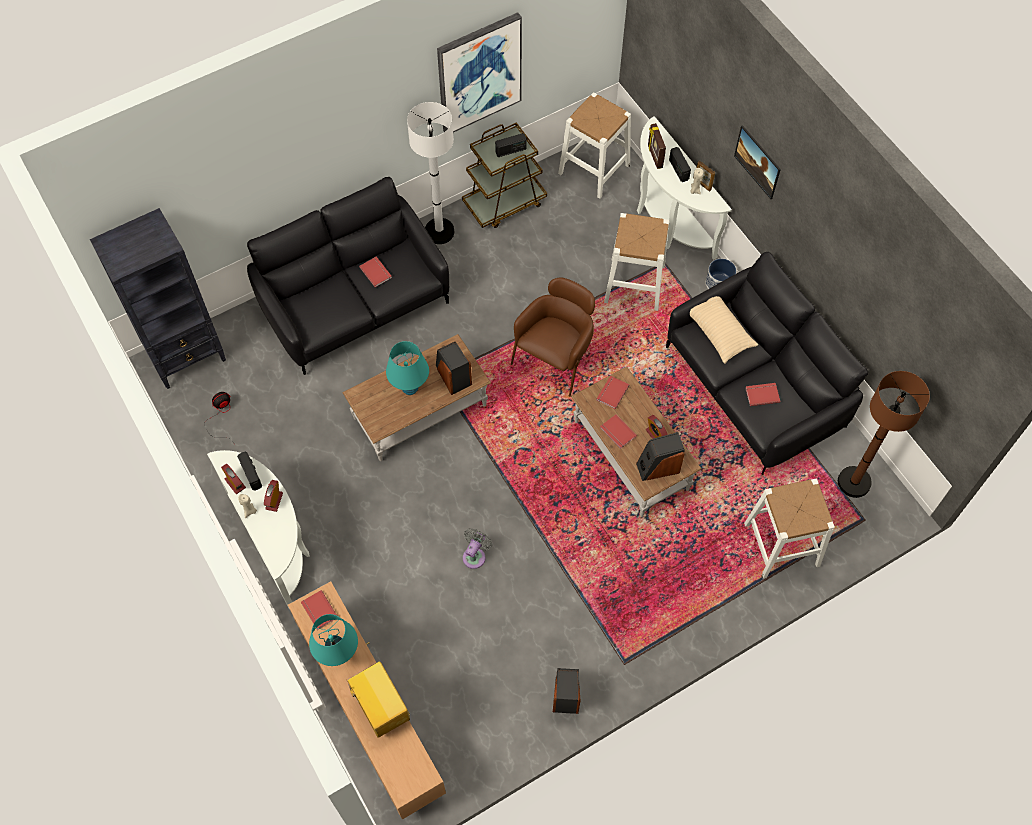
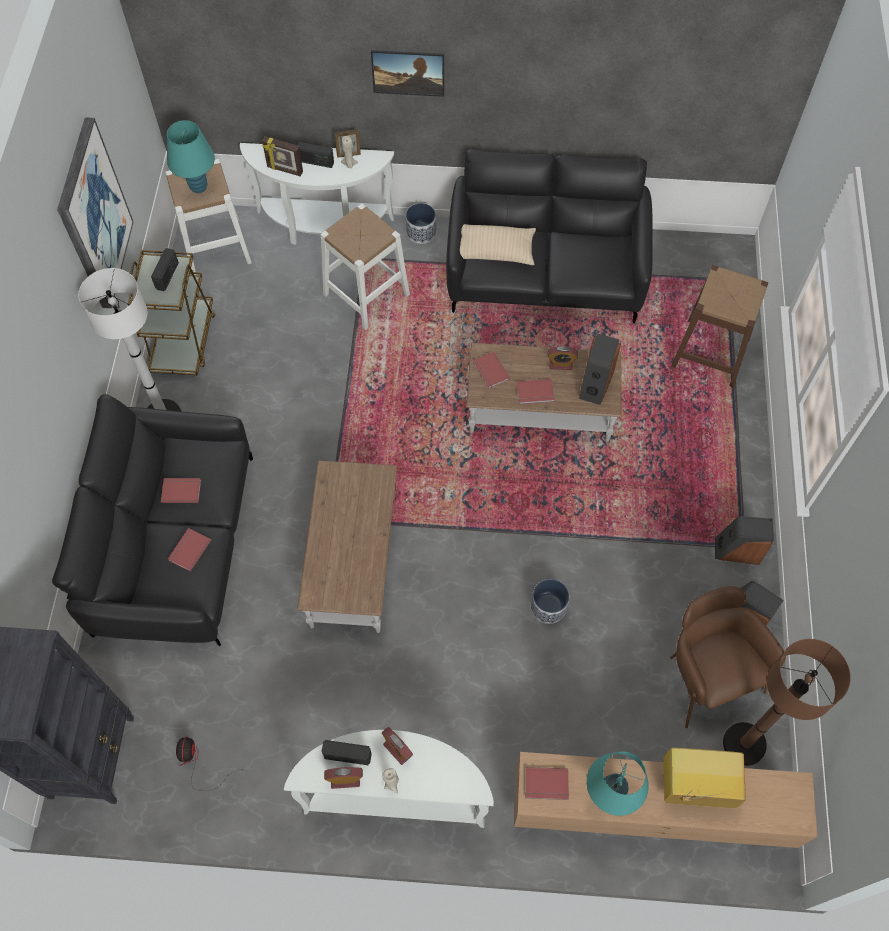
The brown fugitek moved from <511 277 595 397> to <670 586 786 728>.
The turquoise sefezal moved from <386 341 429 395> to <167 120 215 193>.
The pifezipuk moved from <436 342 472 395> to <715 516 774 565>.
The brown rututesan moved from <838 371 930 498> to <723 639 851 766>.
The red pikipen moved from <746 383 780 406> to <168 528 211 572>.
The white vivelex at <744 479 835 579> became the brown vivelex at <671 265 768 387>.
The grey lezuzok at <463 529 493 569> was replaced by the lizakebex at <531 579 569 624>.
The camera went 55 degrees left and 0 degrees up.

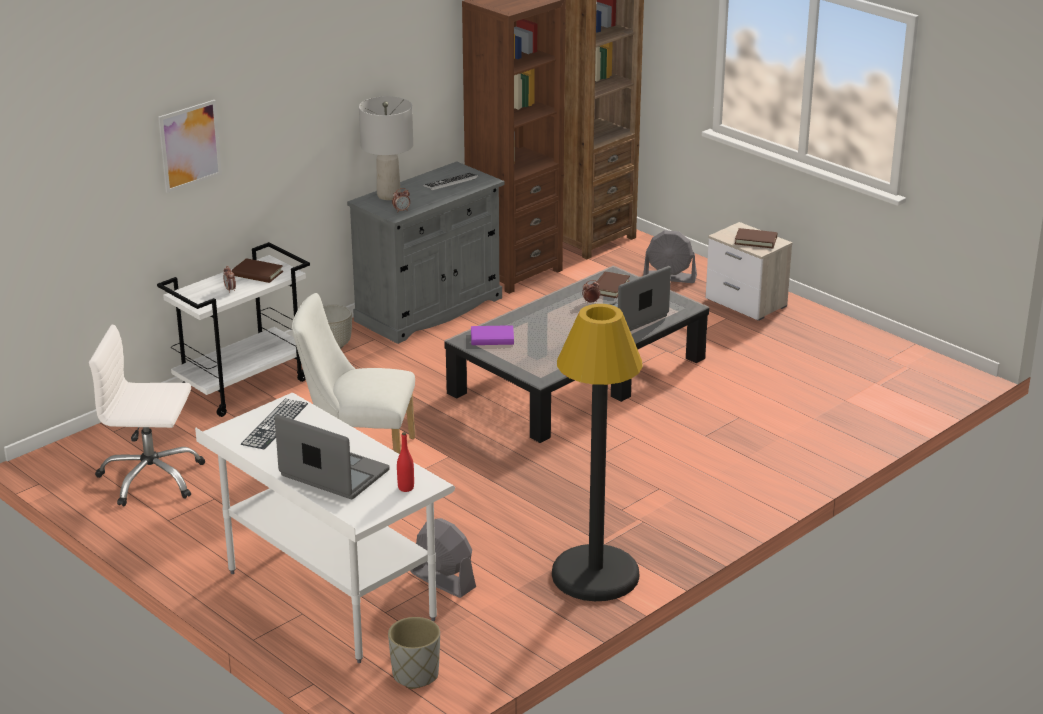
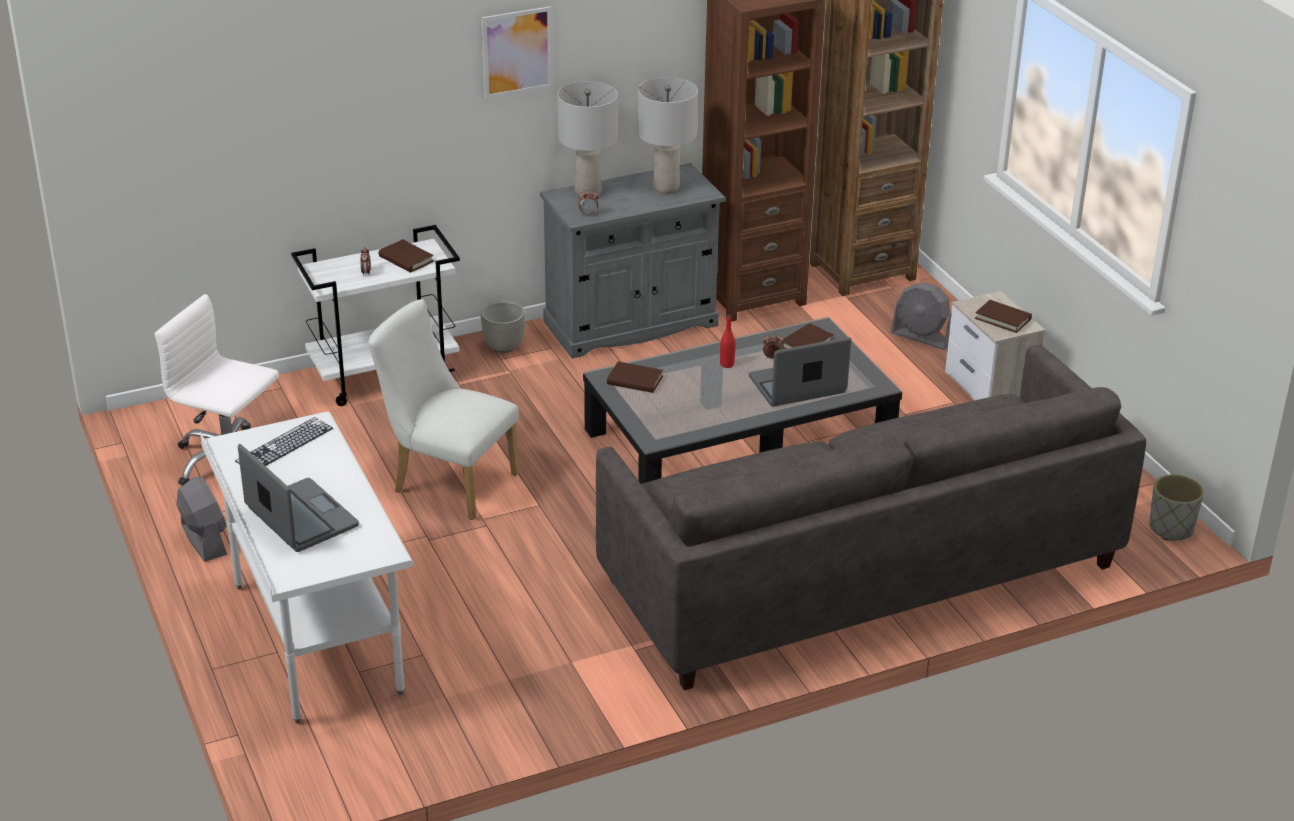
The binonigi moved from <158 100 222 193> to <482 7 552 98>.
The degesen at <423 173 478 190> was replaced by the grey sefezal at <637 77 698 194>.
The black rututesan at <552 304 643 601> disappeared.
The purple pikipen at <471 325 514 345> became the brown pikipen at <607 362 663 393>.
The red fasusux moved from <397 432 414 492> to <720 315 735 368>.
The grey lezuzok moved from <410 518 476 598> to <176 477 227 562>.
The grey lizakebex moved from <388 617 440 689> to <1149 474 1204 541>.
The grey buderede at <596 345 1146 690> appeared.
The camera went 20 degrees right and 5 degrees up.

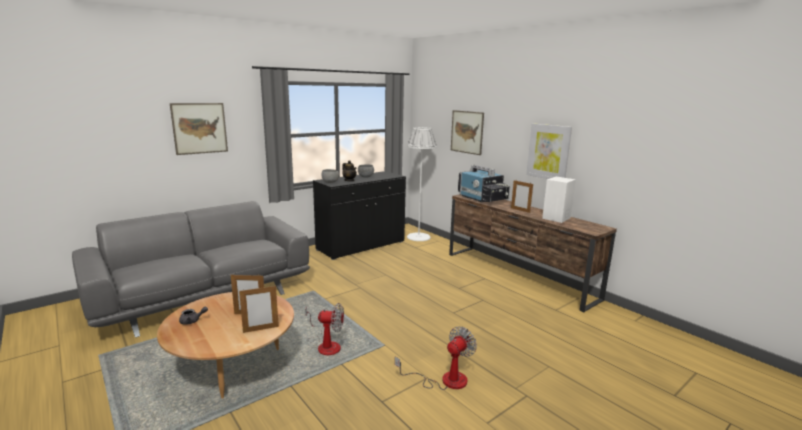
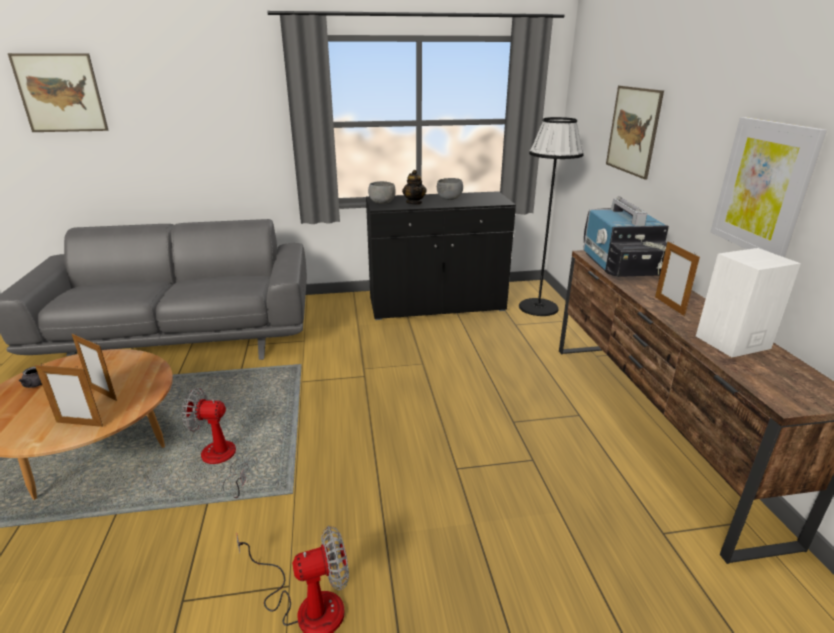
The binonigi moved from <170 103 228 155> to <8 53 109 132>.
The white rututesan at <407 127 437 241> became the black rututesan at <519 117 584 316>.
The lezuzok at <305 303 344 355> turned 150 degrees clockwise.
The camera went 30 degrees right and 10 degrees up.

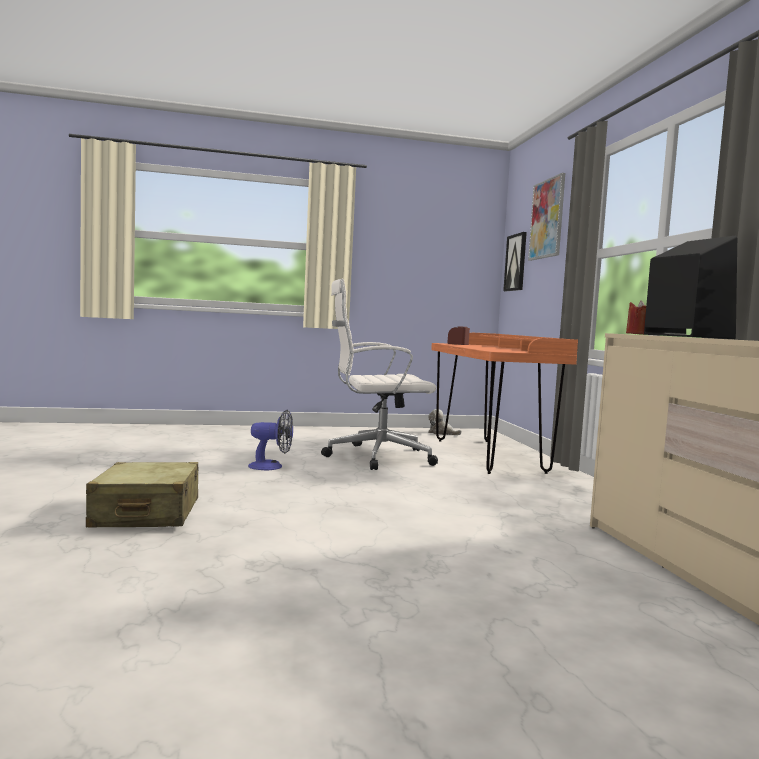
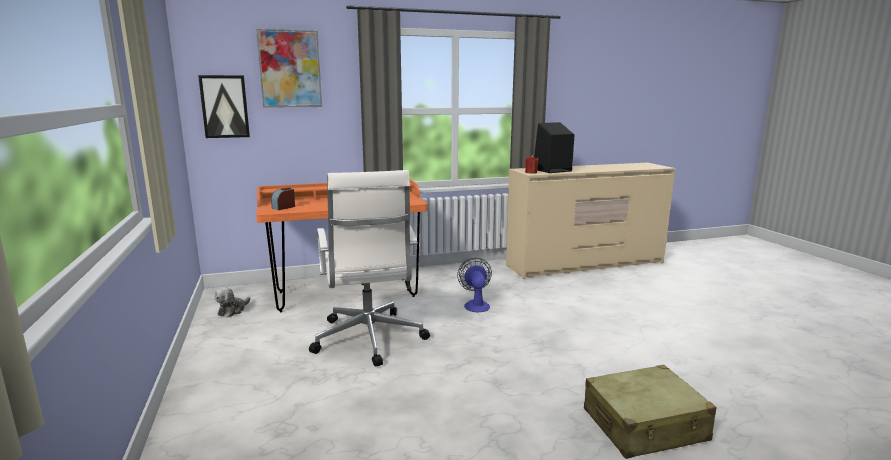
The lezuzok moved from <248 410 293 470> to <457 258 492 312>.
The camera went 95 degrees left and 10 degrees up.

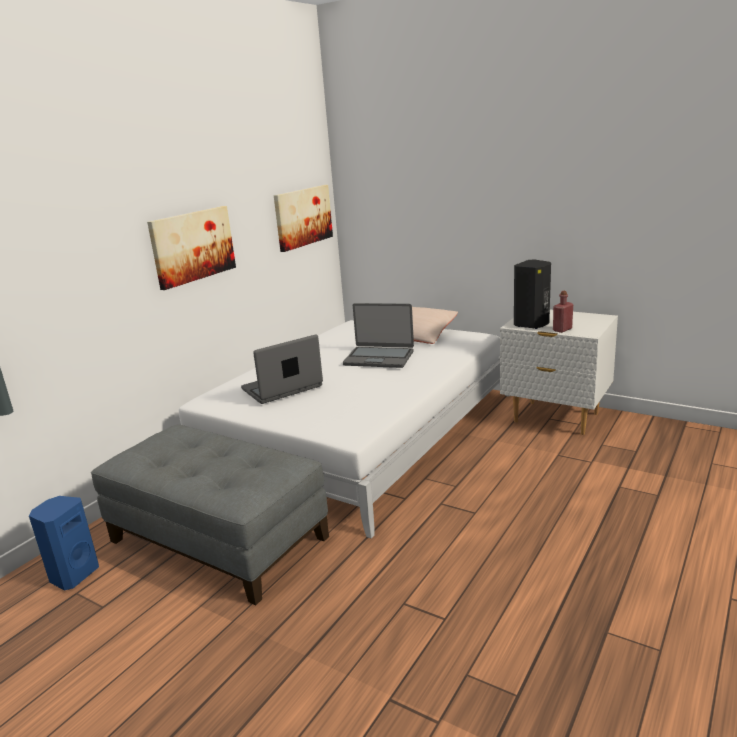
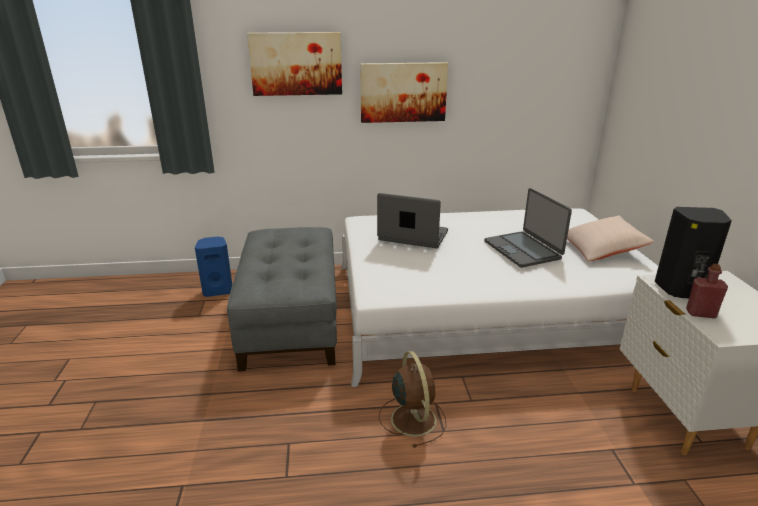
The binonigi moved from <274 185 333 252> to <247 32 342 96>.
The brown lezuzok at <379 351 447 448> appeared.
The camera went 50 degrees right and 5 degrees up.

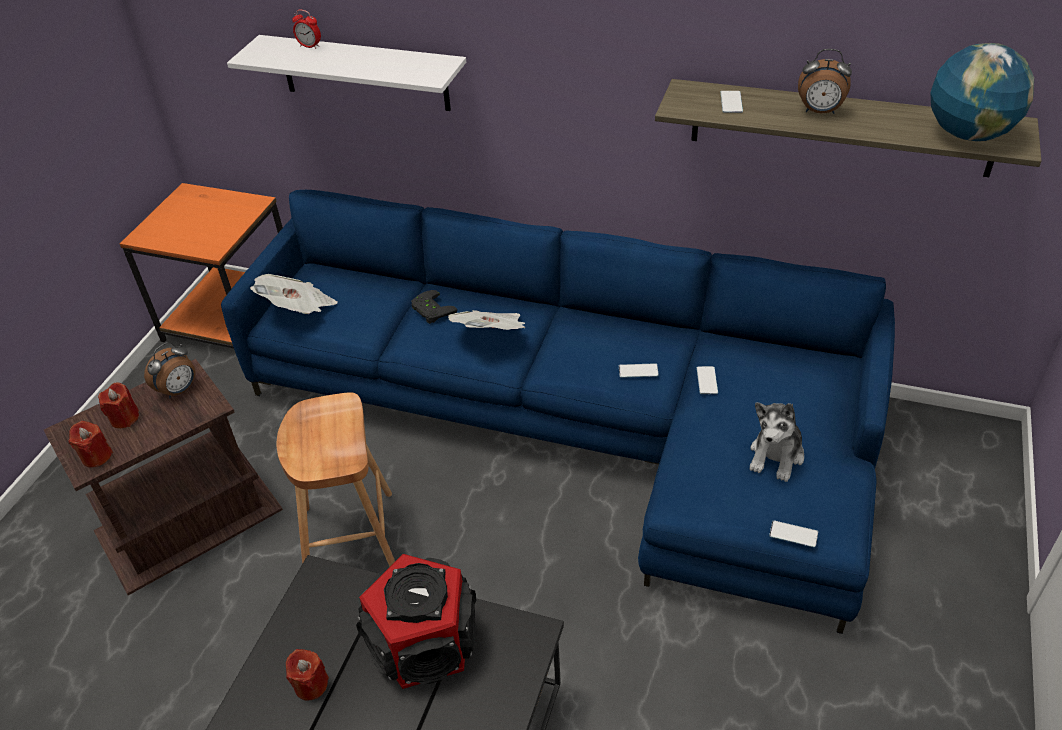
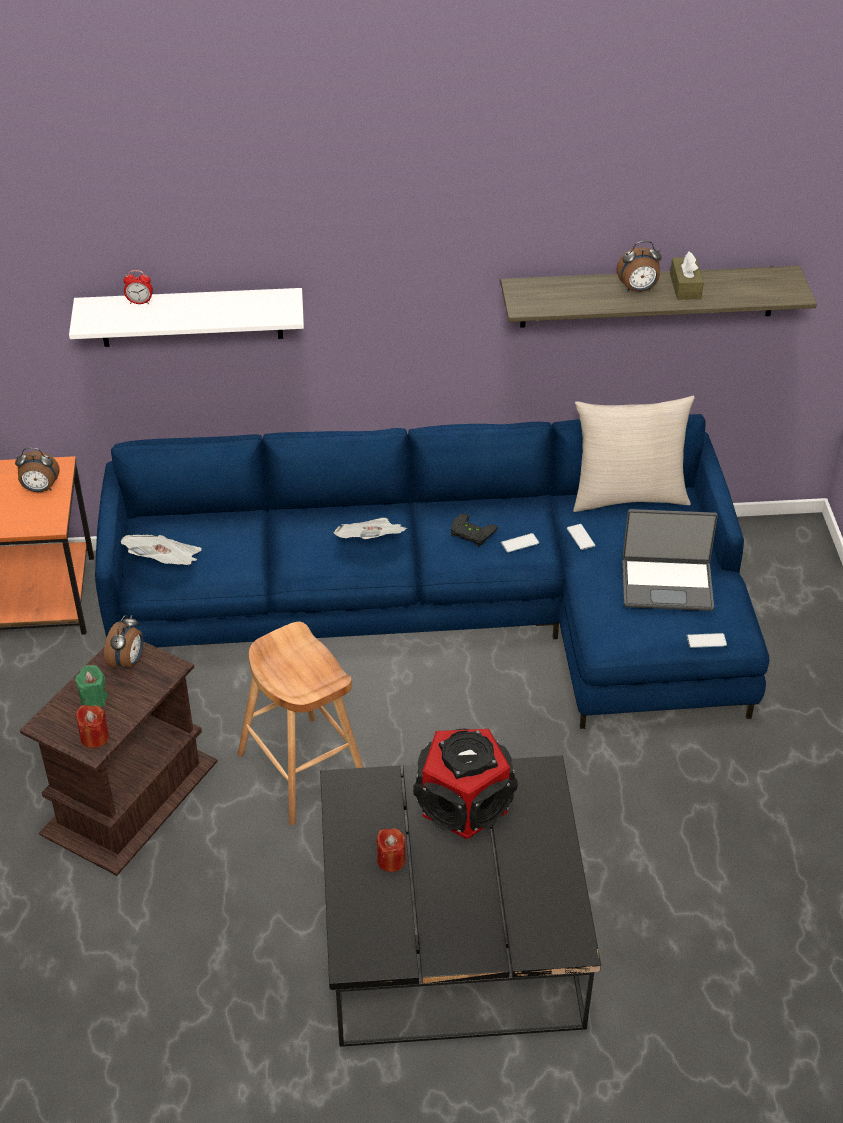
The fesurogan at <931 43 1034 141> disappeared.
The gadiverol at <720 91 743 113> disappeared.
The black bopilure moved from <411 290 458 324> to <451 513 498 546>.
The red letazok at <98 382 139 428> became the green letazok at <75 665 108 707>.
The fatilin at <750 402 804 482> was replaced by the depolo at <622 509 718 611>.
The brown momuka at <670 252 704 300> appeared.
The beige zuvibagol at <573 396 695 512> appeared.
The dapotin at <15 448 60 492> appeared.
The camera went 25 degrees left and 0 degrees up.

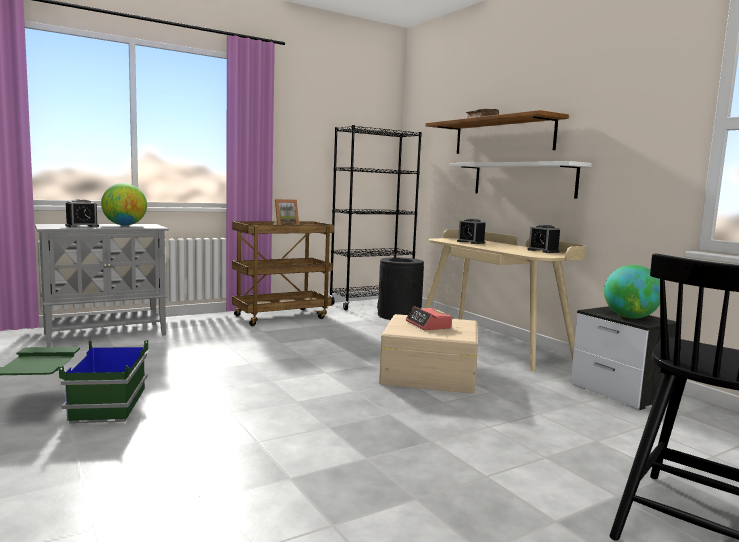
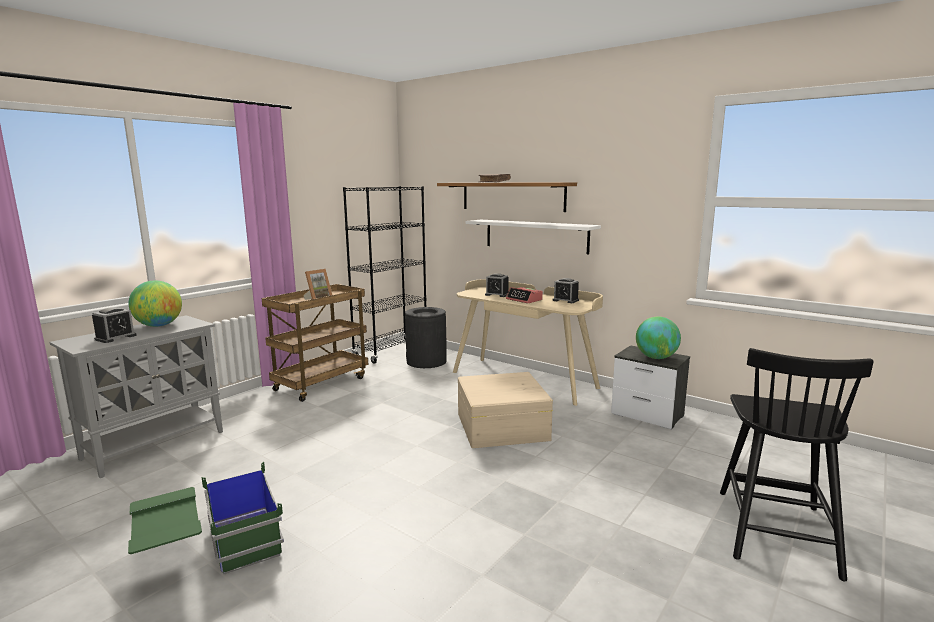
The dapotin moved from <406 306 452 330> to <506 287 543 303>.
The camera went 20 degrees left and 5 degrees up.

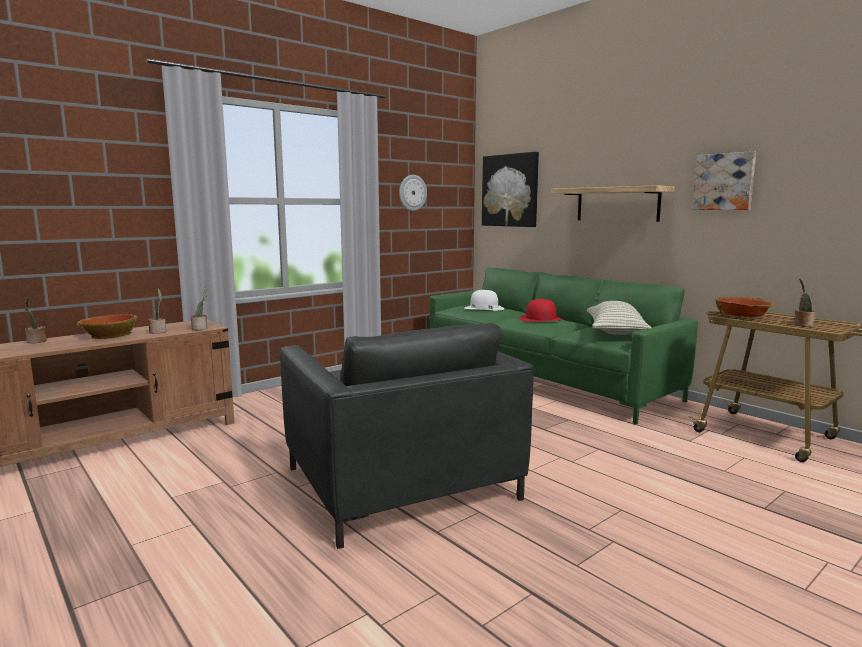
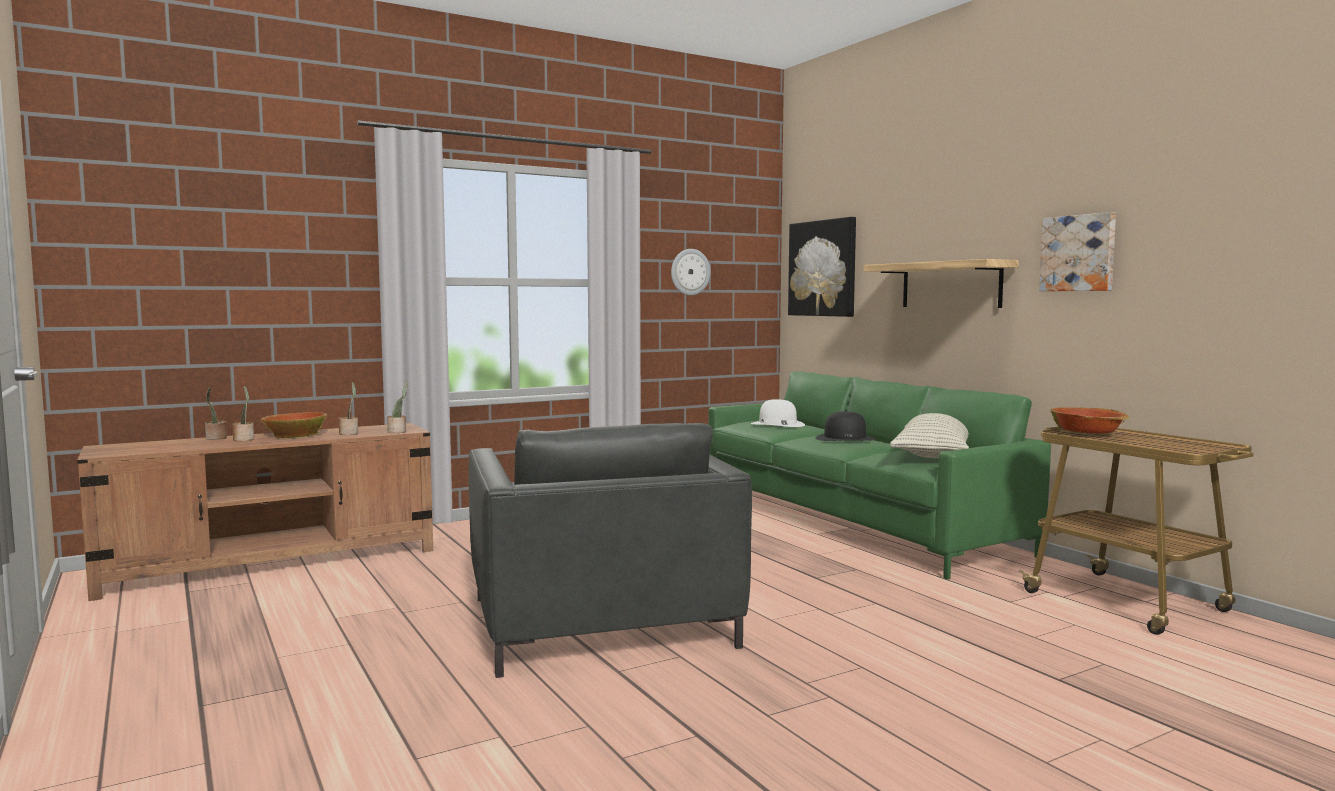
The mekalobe moved from <794 278 815 327> to <232 386 254 441>.
The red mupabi at <519 299 563 322> became the black mupabi at <815 412 875 441>.
The camera went 10 degrees right and 5 degrees down.

